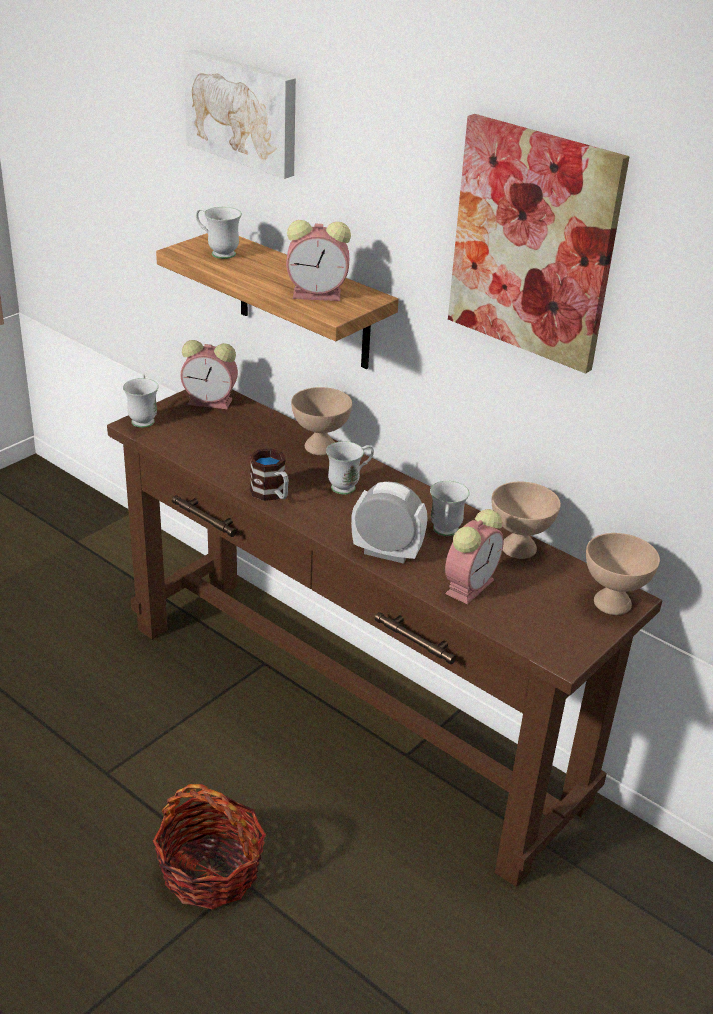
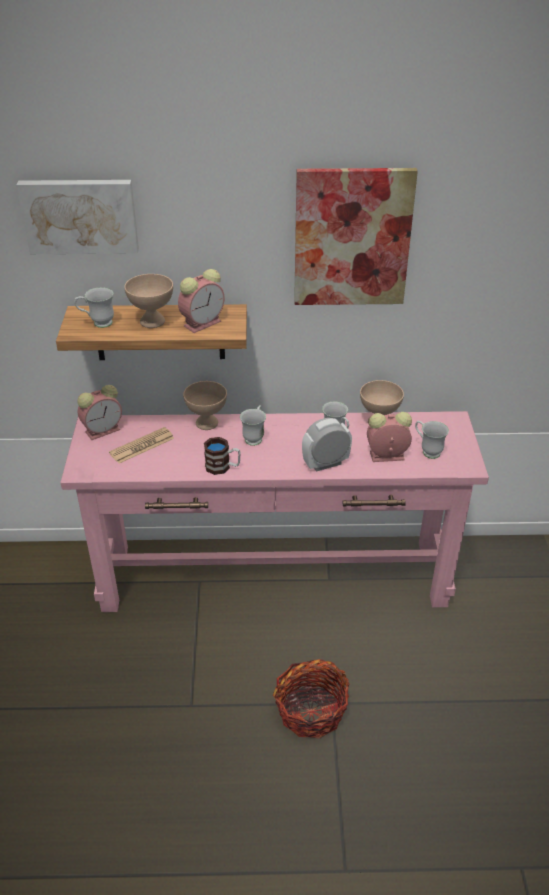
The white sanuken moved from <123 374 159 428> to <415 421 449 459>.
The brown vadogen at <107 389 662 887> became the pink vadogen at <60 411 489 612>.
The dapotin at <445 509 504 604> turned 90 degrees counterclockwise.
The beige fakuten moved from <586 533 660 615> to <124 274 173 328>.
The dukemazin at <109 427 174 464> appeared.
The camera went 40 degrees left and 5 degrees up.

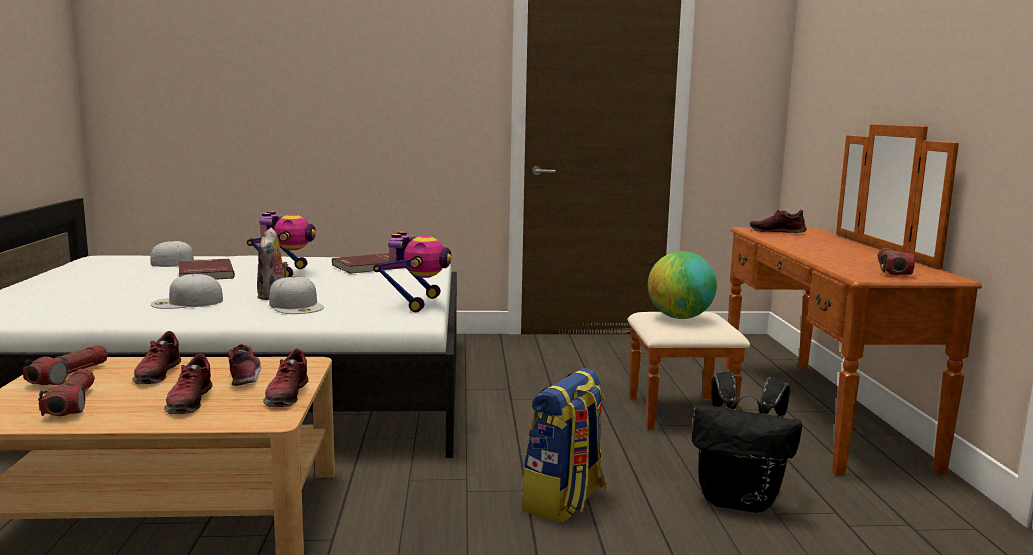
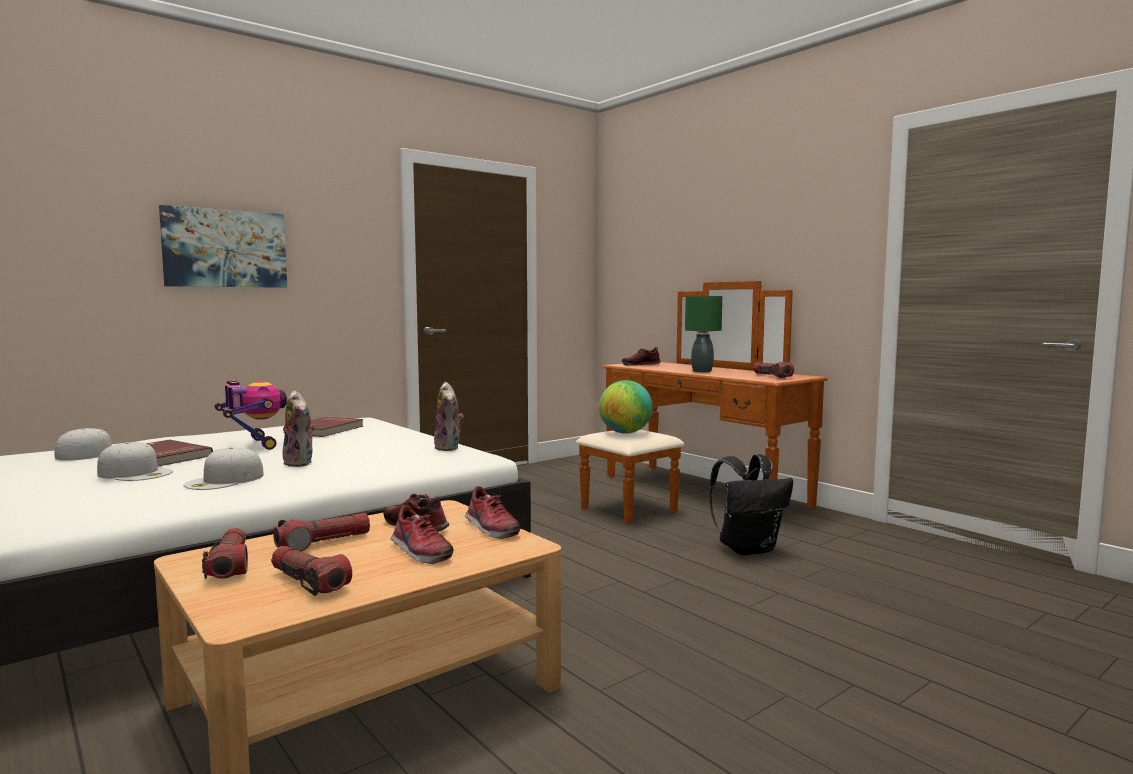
The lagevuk at <373 231 452 312> was replaced by the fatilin at <434 382 464 451>.
The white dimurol moved from <269 277 324 314> to <97 442 173 481>.
The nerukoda at <132 331 181 384> was replaced by the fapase at <273 513 370 552>.
The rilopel at <522 368 606 523> disappeared.
The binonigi at <159 205 287 288> appeared.
The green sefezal at <685 296 722 372> appeared.
The camera went 35 degrees left and 5 degrees down.

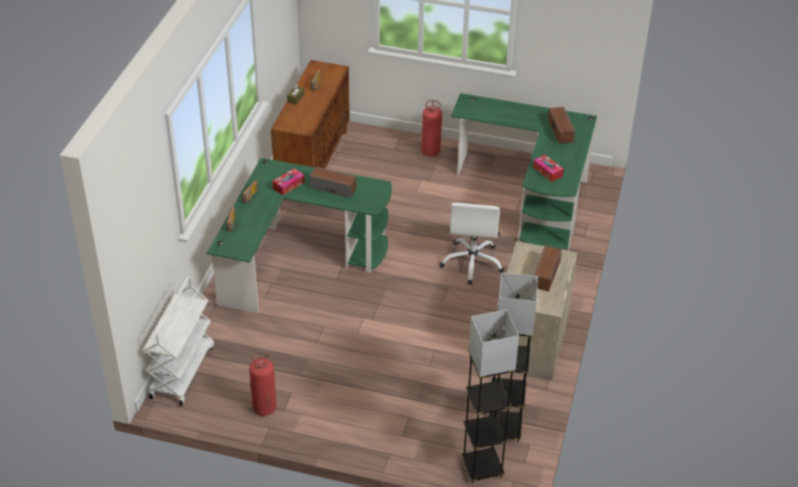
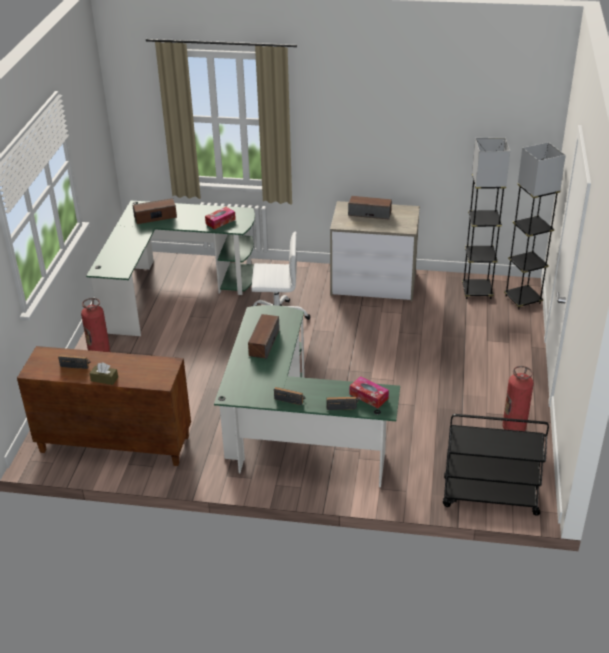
The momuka moved from <272 168 305 195> to <350 376 389 408>.
The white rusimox at <143 277 214 406> became the black rusimox at <443 414 549 516>.
The camera went 95 degrees left and 5 degrees down.

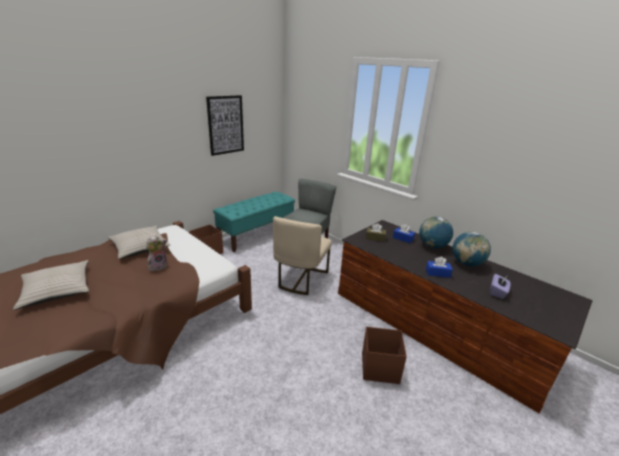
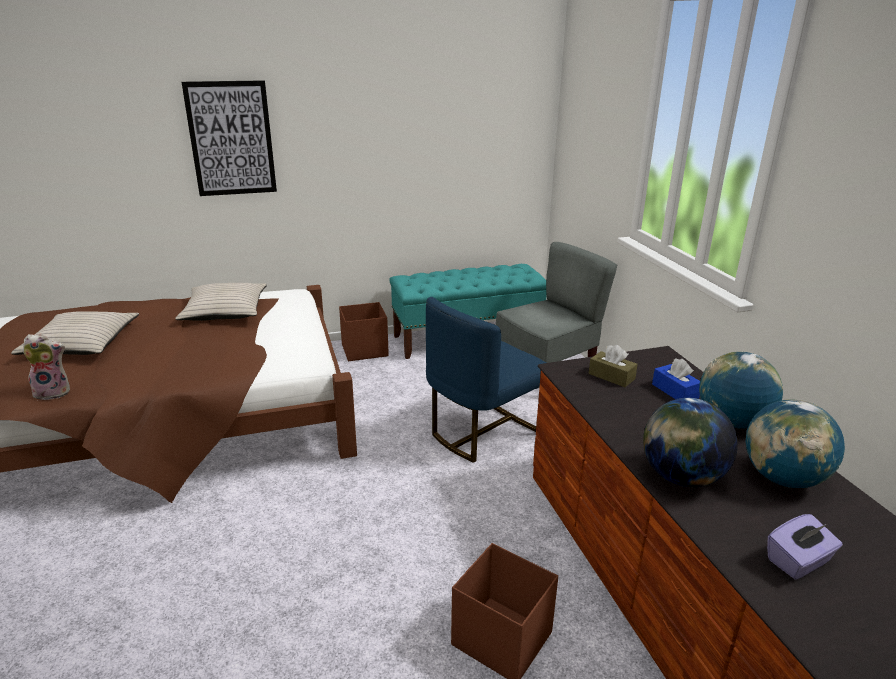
The binonigi moved from <206 95 244 156> to <181 80 277 196>.
The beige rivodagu at <273 216 332 295> became the blue rivodagu at <426 297 547 463>.
The fatilin moved from <146 236 167 271> to <23 334 70 400>.
The blue momuka at <426 257 453 278> was replaced by the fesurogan at <643 398 738 487>.
The camera went 30 degrees right and 0 degrees up.

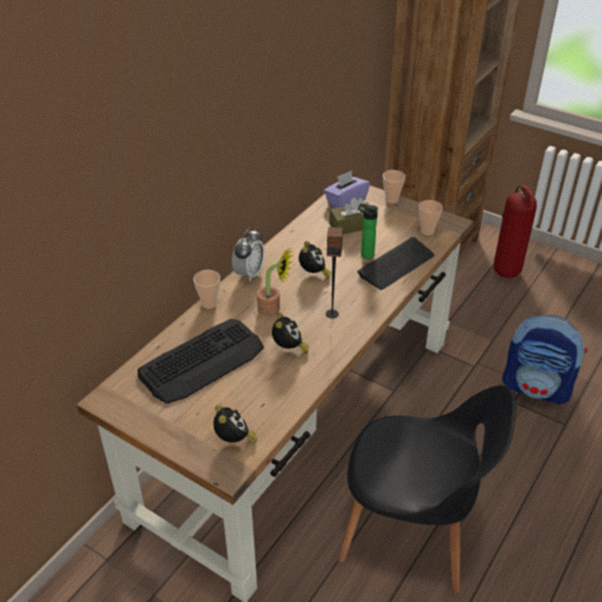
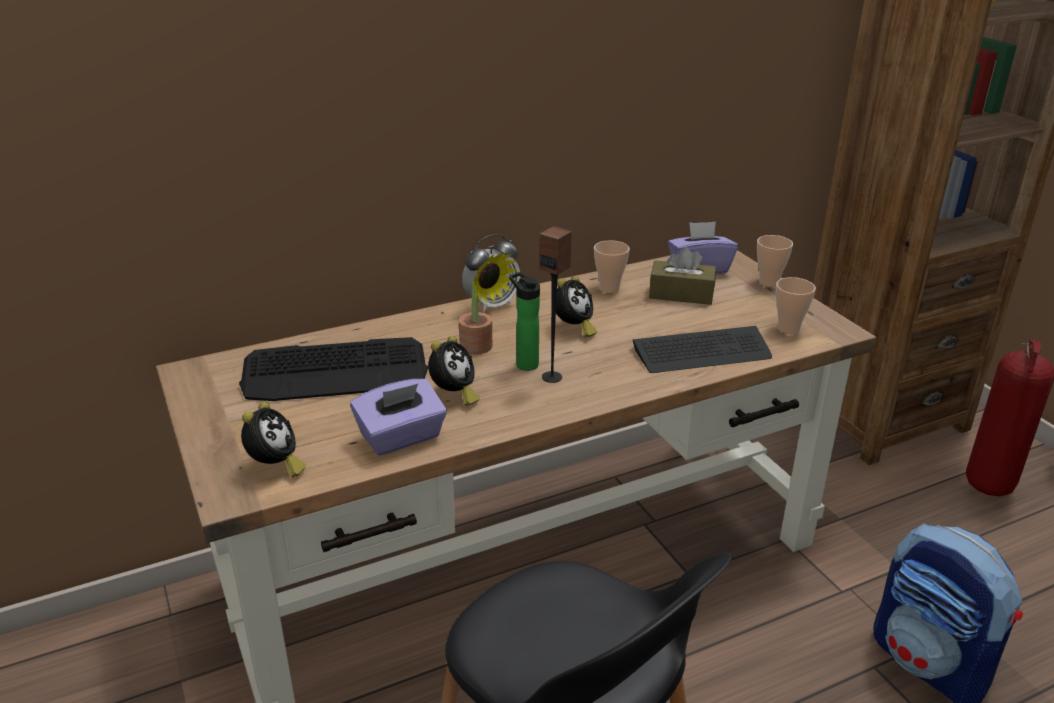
The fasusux moved from <358 204 378 259> to <509 272 540 371>.
The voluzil moved from <193 270 220 309> to <594 240 630 293>.
The purple momuka at <350 379 447 456> appeared.
The camera went 30 degrees right and 10 degrees down.

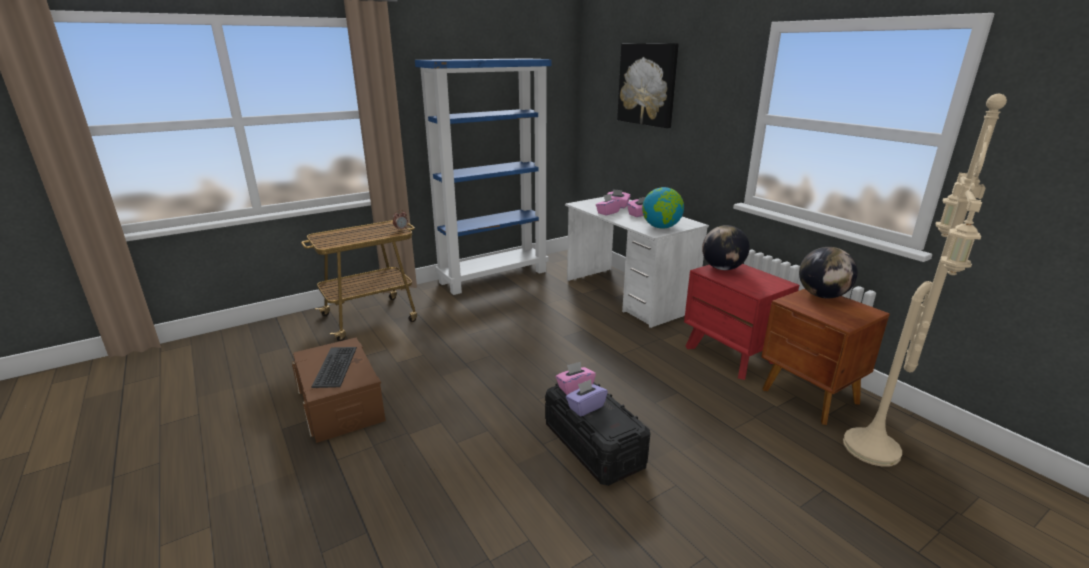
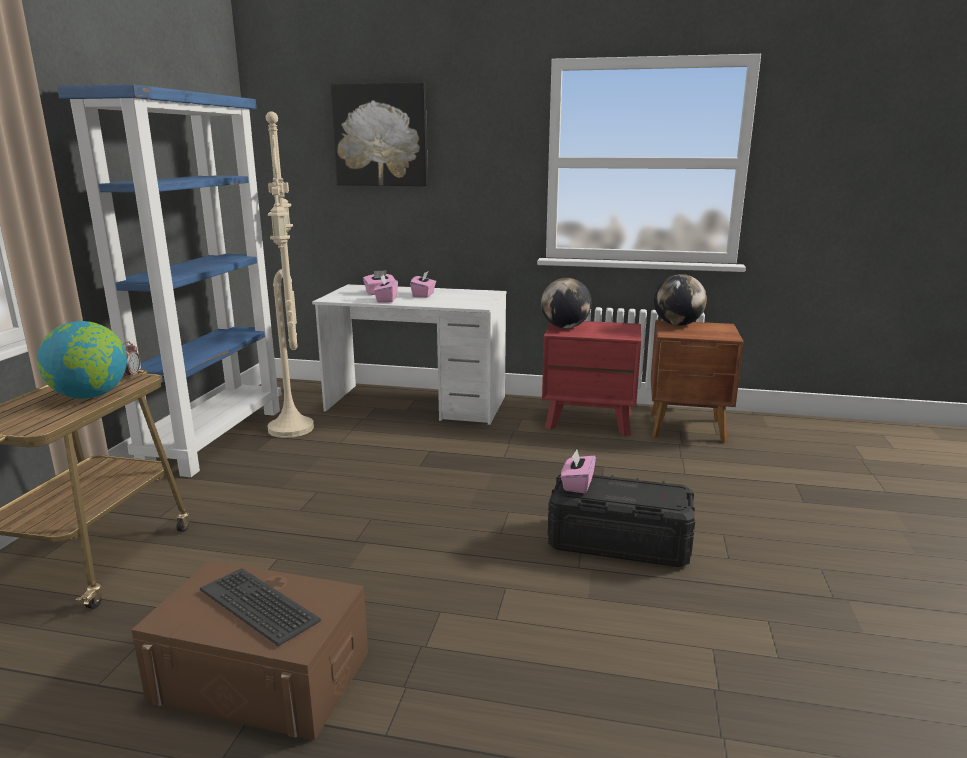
The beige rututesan moved from <843 94 1007 467> to <266 111 314 438>.
The fesurogan moved from <642 187 684 229> to <37 321 127 399>.
The purple momuka at <566 379 608 416> disappeared.
The camera went 45 degrees left and 5 degrees down.

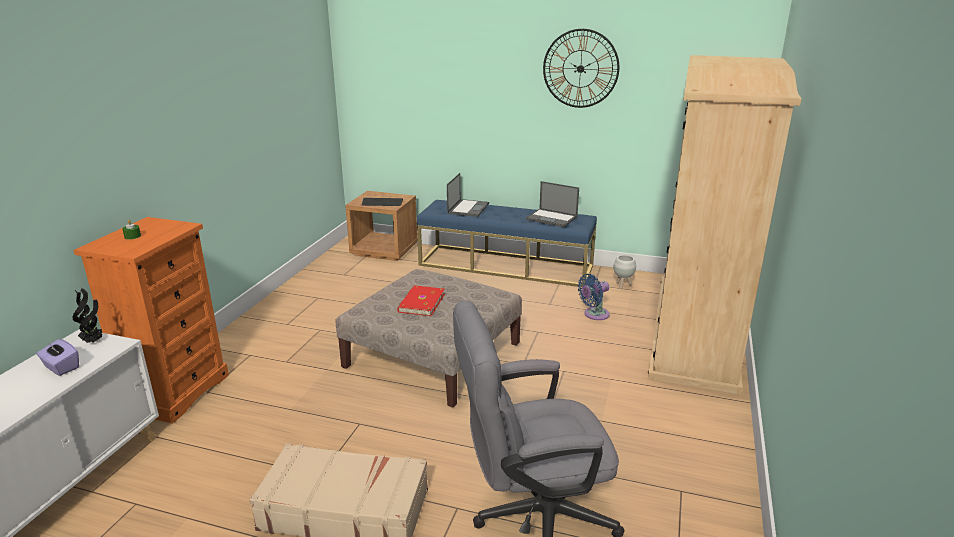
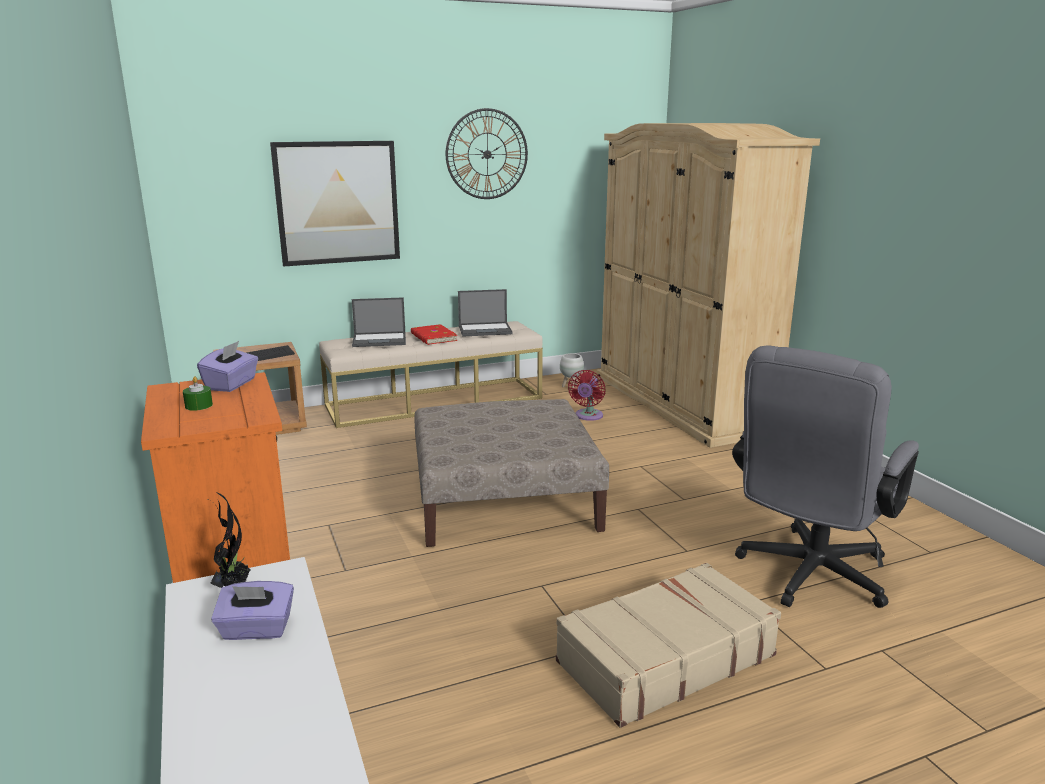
The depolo at <447 173 489 217> turned 105 degrees clockwise.
The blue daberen at <417 200 597 287> became the beige daberen at <319 321 543 428>.
The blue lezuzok at <578 274 610 320> became the red lezuzok at <568 370 606 421>.
The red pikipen moved from <397 285 445 316> to <411 324 457 345>.
The binonigi at <270 141 400 266> appeared.
The purple momuka at <197 341 258 392> appeared.
The camera went 40 degrees left and 5 degrees down.

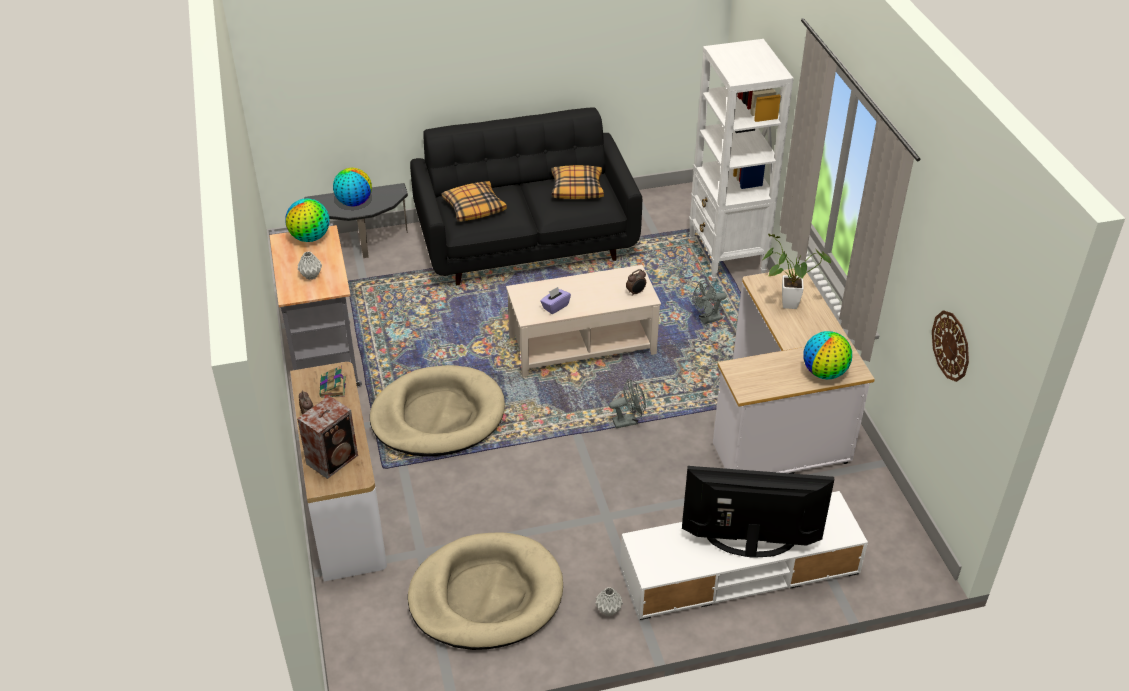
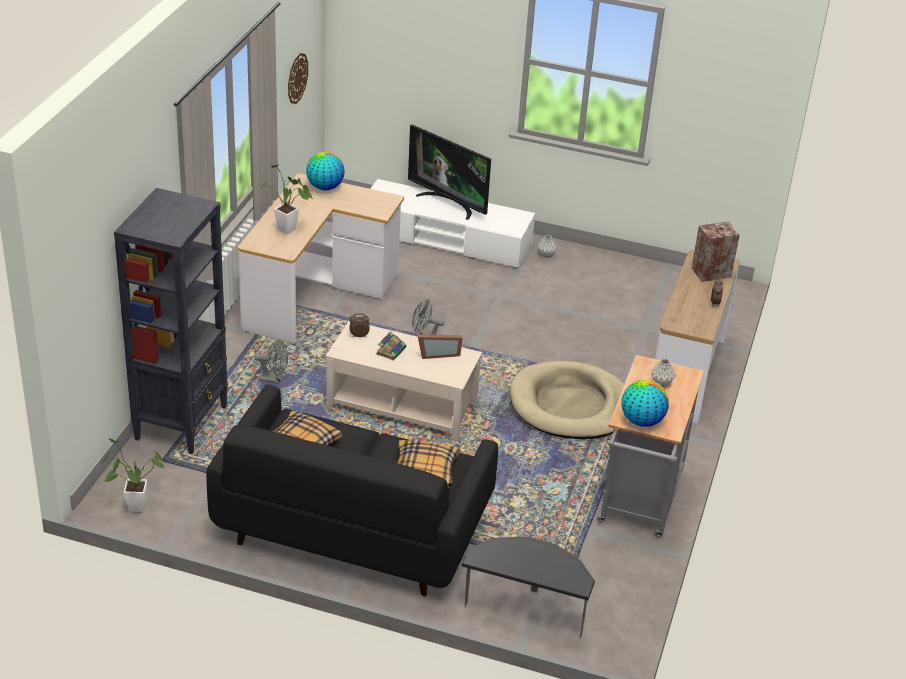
The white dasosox at <689 39 794 281> became the black dasosox at <114 188 228 454>.
The fesurogan at <333 168 372 207> disappeared.
The purple momuka at <540 287 571 314> was replaced by the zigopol at <417 334 463 359>.
The pikipen moved from <320 365 346 398> to <376 331 406 360>.
The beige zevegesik at <408 533 563 650> disappeared.
The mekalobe at <100 438 164 512> appeared.
The camera went 150 degrees left and 5 degrees down.

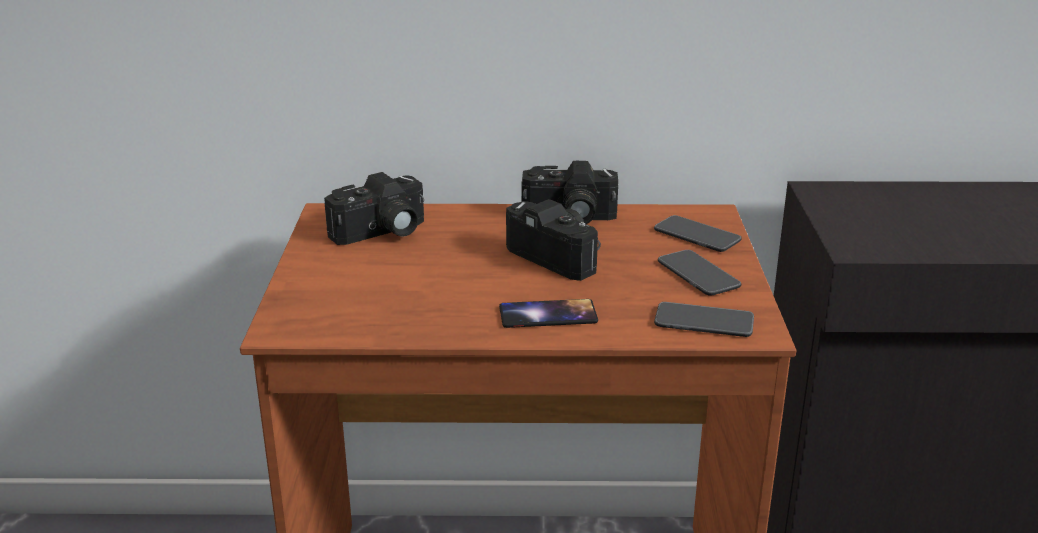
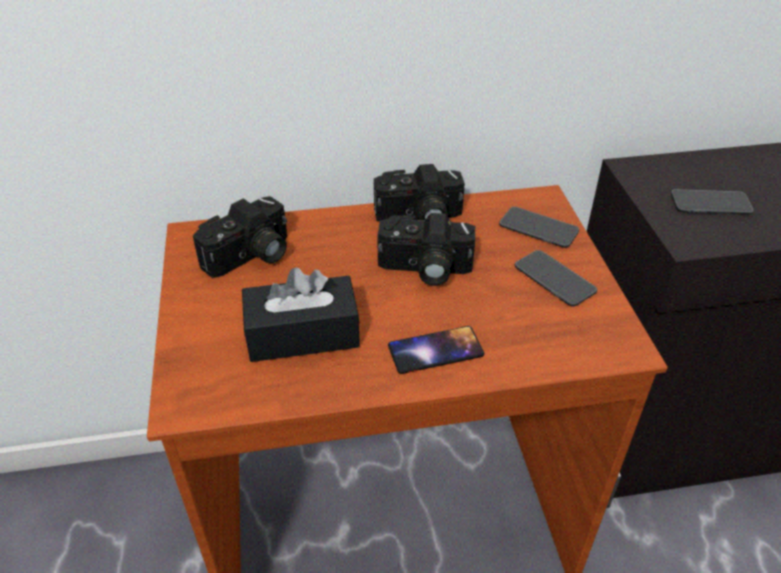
The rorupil at <506 199 601 281> turned 150 degrees clockwise.
The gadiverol moved from <654 302 754 337> to <671 189 754 214>.
The black momuka at <242 267 360 362> appeared.
The camera went 10 degrees left and 15 degrees up.

